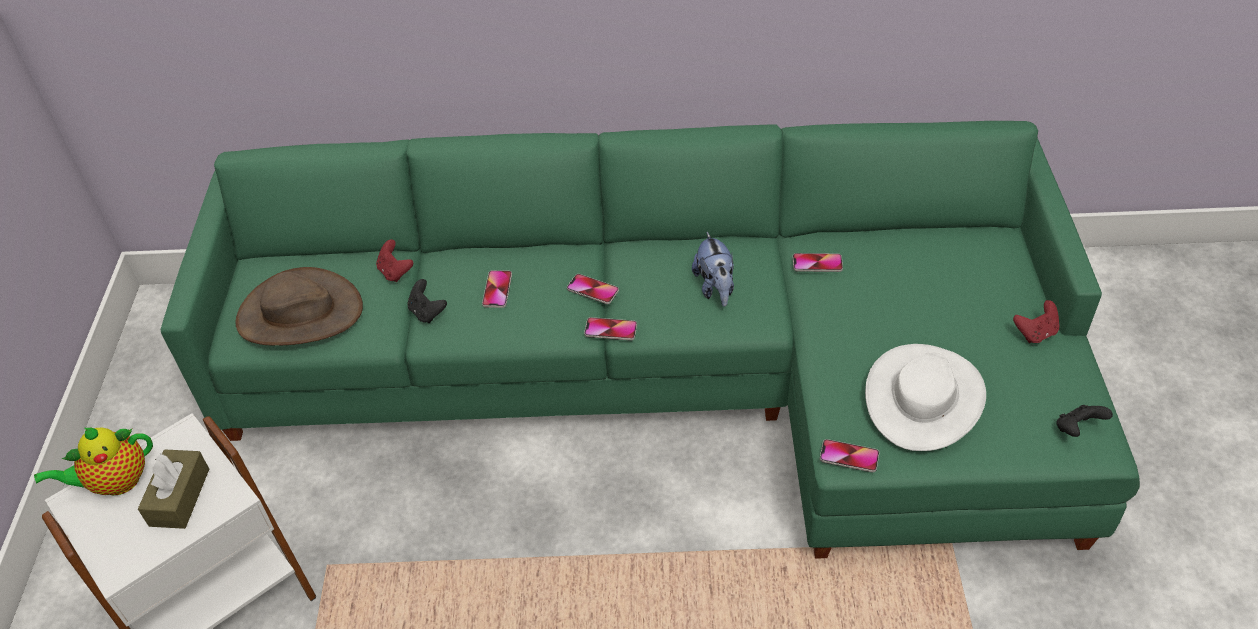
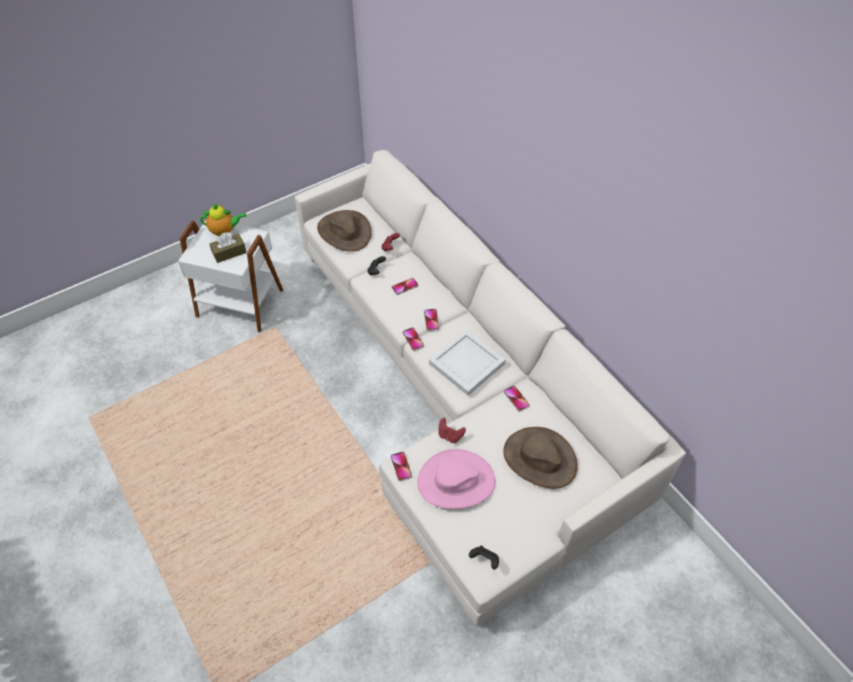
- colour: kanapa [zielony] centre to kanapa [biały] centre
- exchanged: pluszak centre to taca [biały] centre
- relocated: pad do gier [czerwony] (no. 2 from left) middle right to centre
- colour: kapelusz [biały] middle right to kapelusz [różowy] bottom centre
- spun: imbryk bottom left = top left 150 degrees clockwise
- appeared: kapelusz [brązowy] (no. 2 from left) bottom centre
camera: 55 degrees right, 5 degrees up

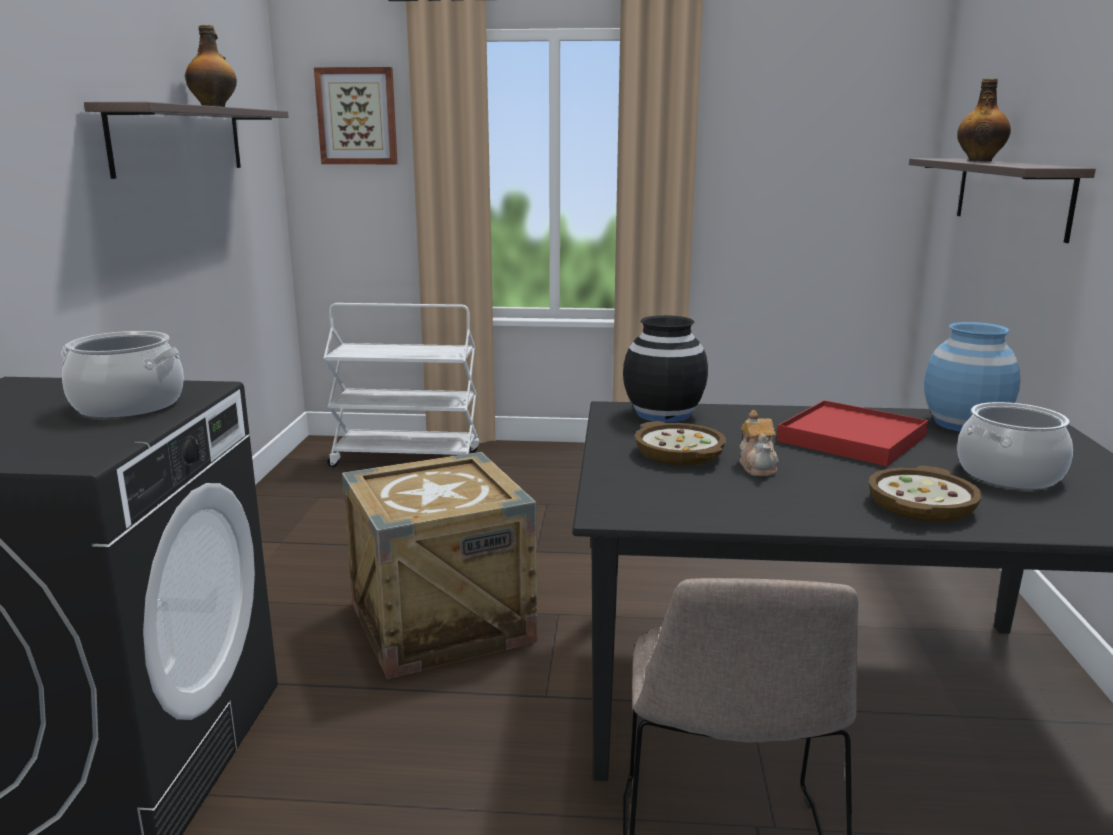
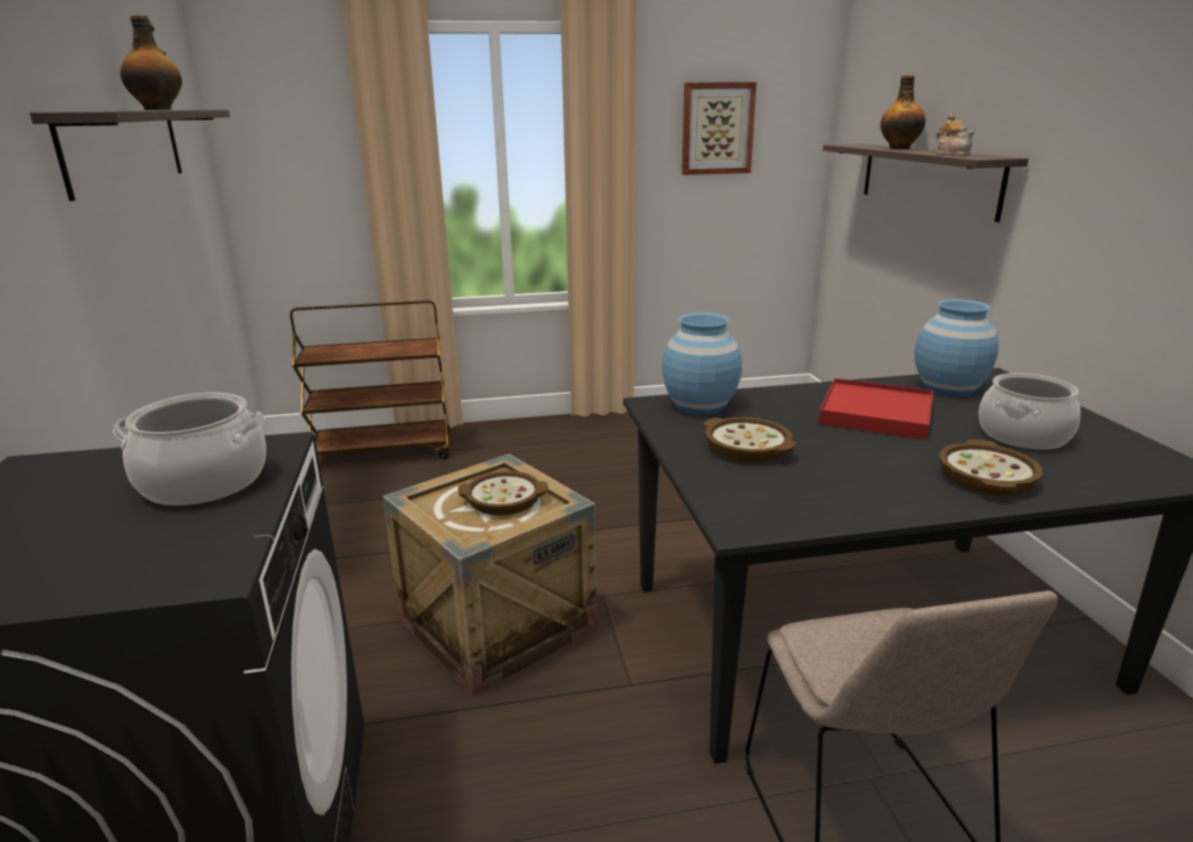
- relocated: obraz top left to top centre
- colour: wózek [biały] centre to wózek [brązowy] middle left
- colour: wazon [czarny] centre to wazon [niebieski] (no. 1 from left) centre
- relocated: imbryk middle right to top right
- appeared: miska (no. 1 from left) centre
camera: 15 degrees left, 5 degrees up

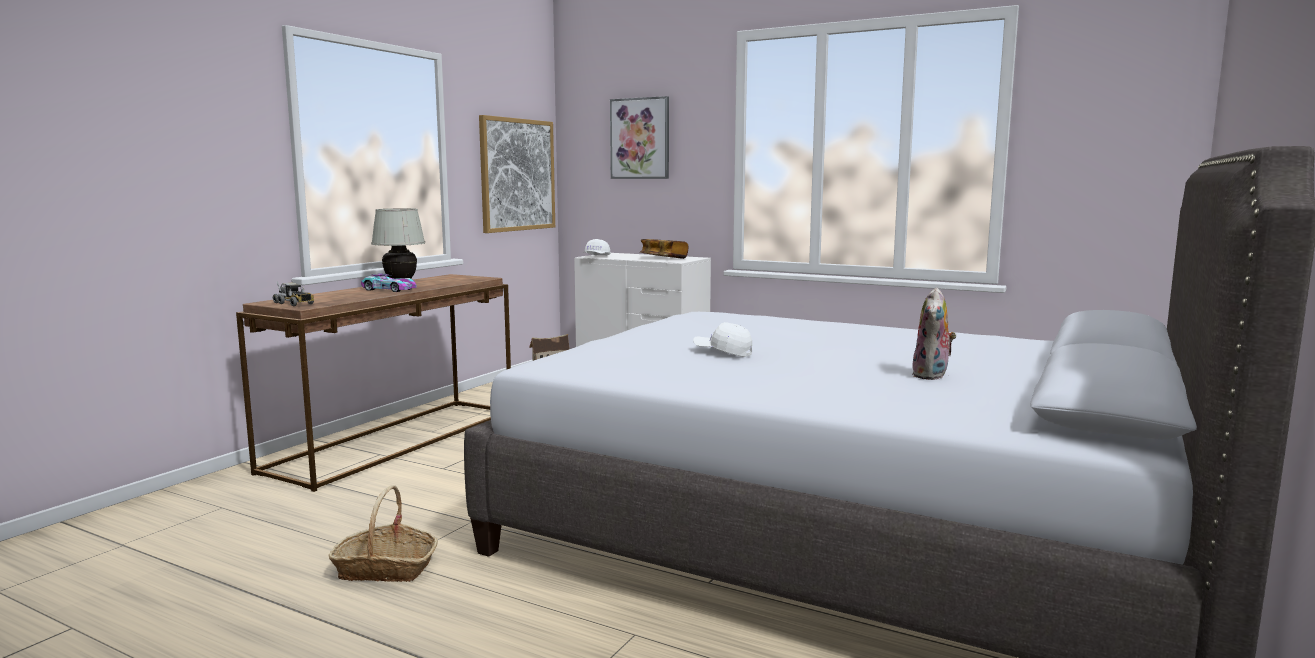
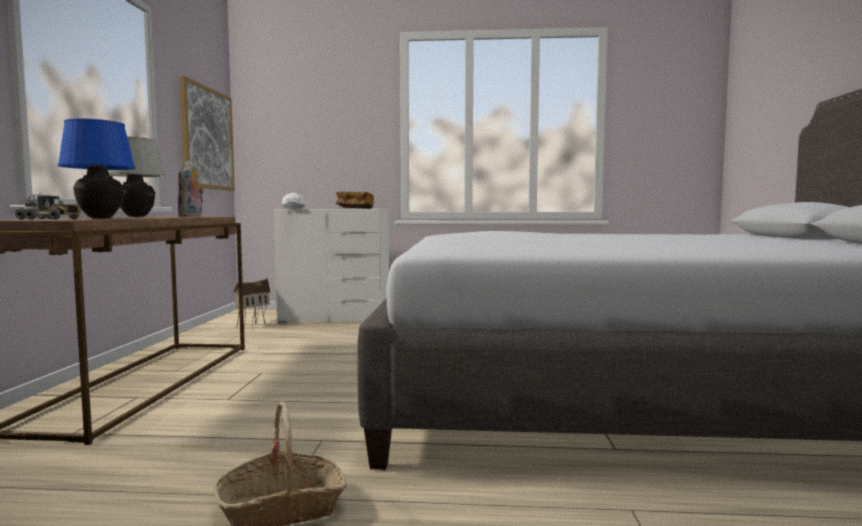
- missing: obraz (no. 2 from left) top centre
- missing: samochodzik middle left
- relocated: pluszak middle right to middle left
- missing: czapka z daszkiem [biały] (no. 2 from left) centre
- appeared: lampa stołowa [niebieski] top left
camera: 25 degrees left, 5 degrees down

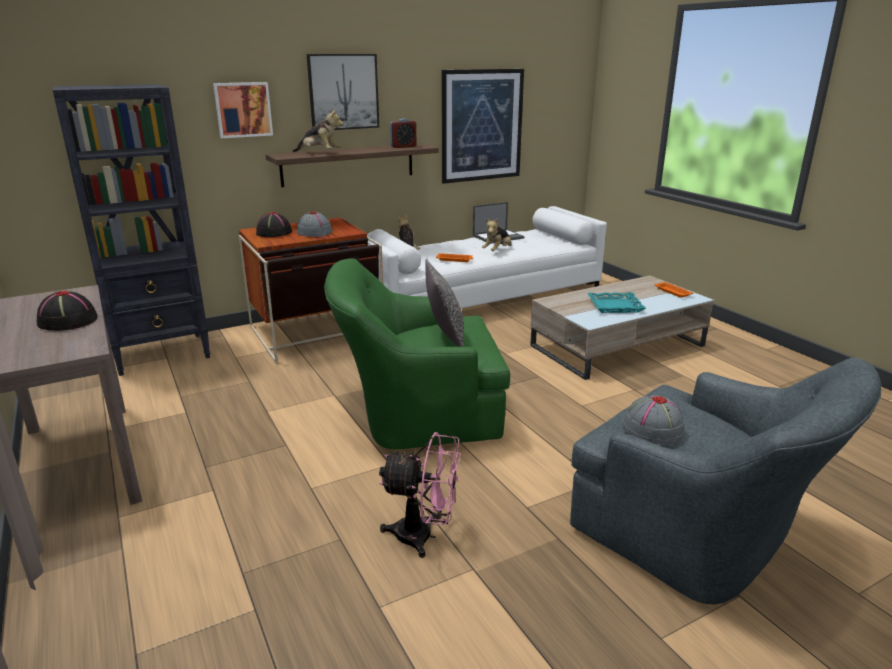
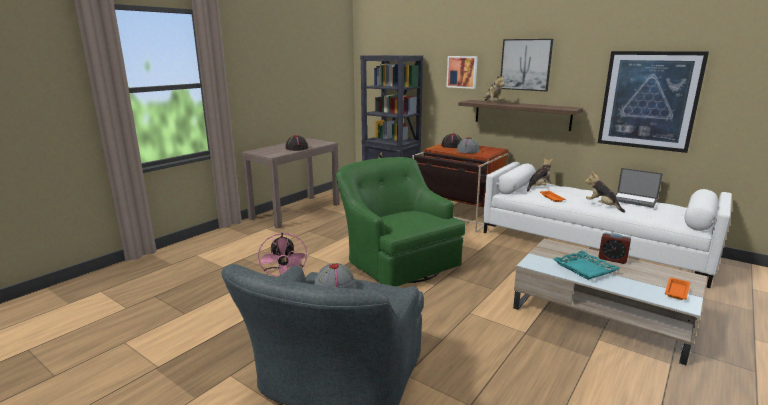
- relocated: budzik top centre to middle right
- spun: pluszak (no. 3 from left) centre = middle right 45 degrees clockwise
- missing: poduszka centre
camera: 65 degrees right, 5 degrees down

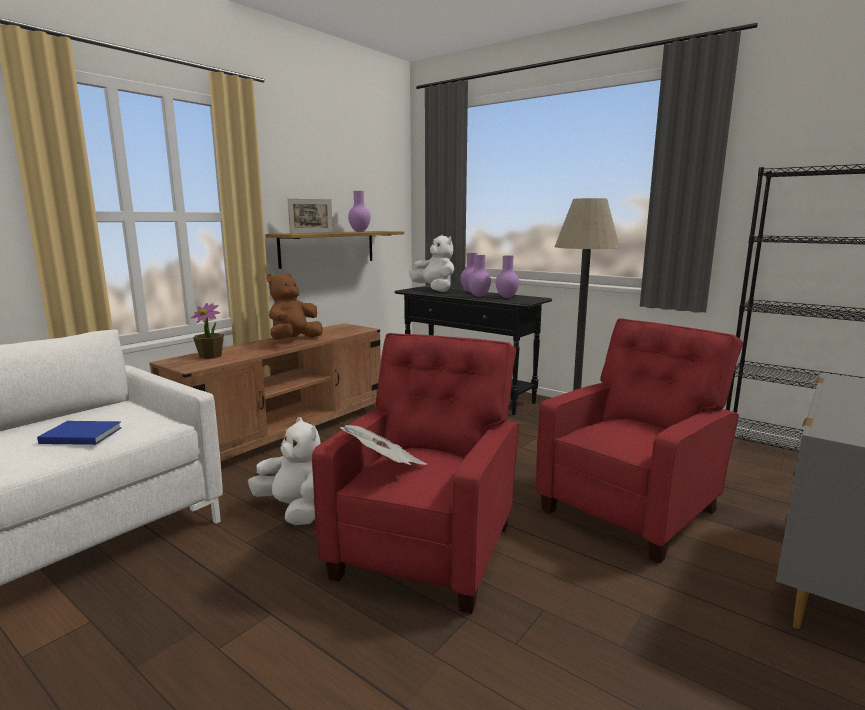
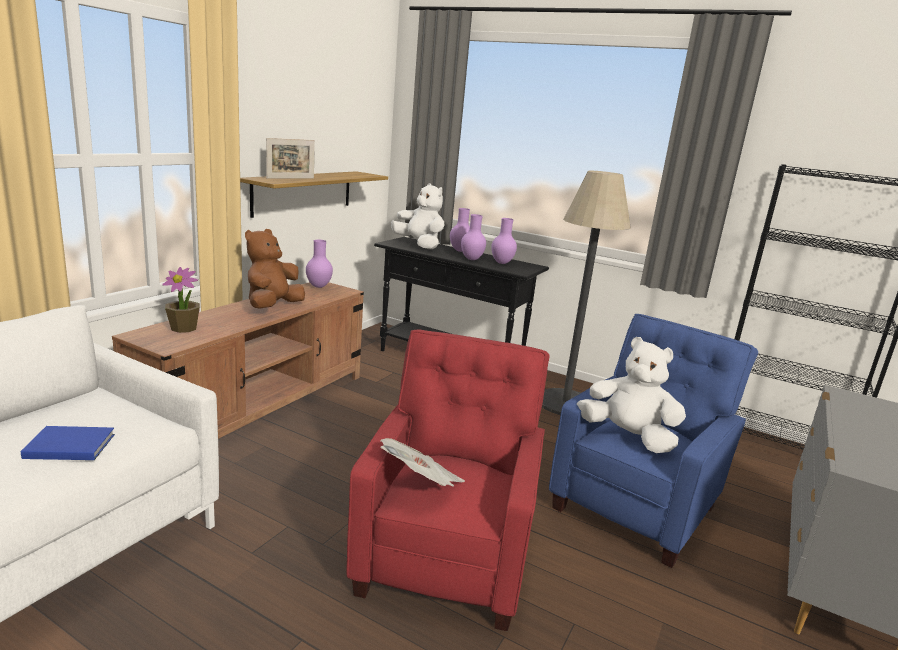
- relocated: wazon [fioletowy] (no. 1 from left) top centre to centre
- colour: fotel [czerwony] (no. 2 from left) middle right to fotel [niebieski] bottom right
- relocated: pluszak [biały] (no. 1 from left in the first image) middle left to pluszak [biały] (no. 2 from left) middle right
camera: 10 degrees left, 5 degrees up

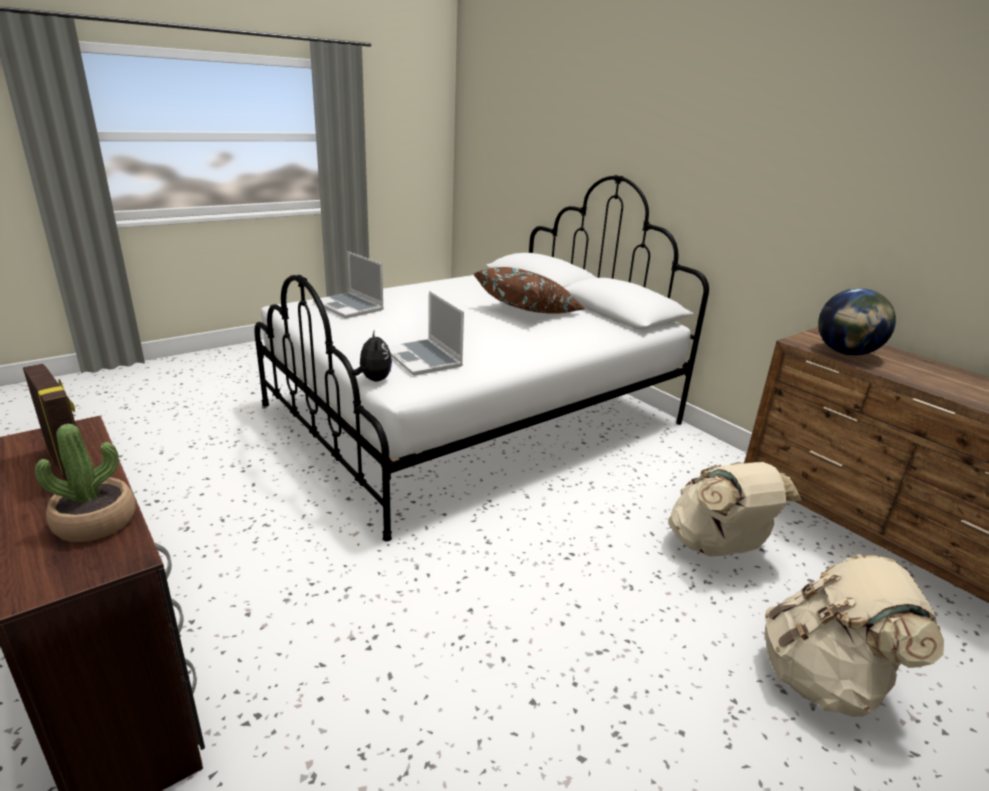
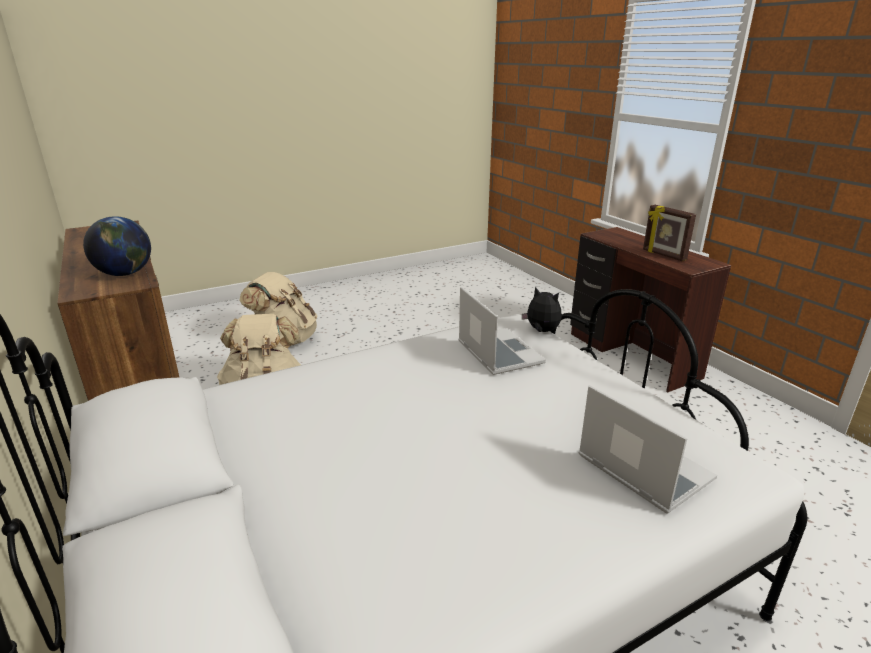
- missing: poduszka [brązowy] centre
- spun: pluszak centre = centre 135 degrees clockwise
- missing: roślina doniczkowa middle left
camera: 170 degrees left, 0 degrees up

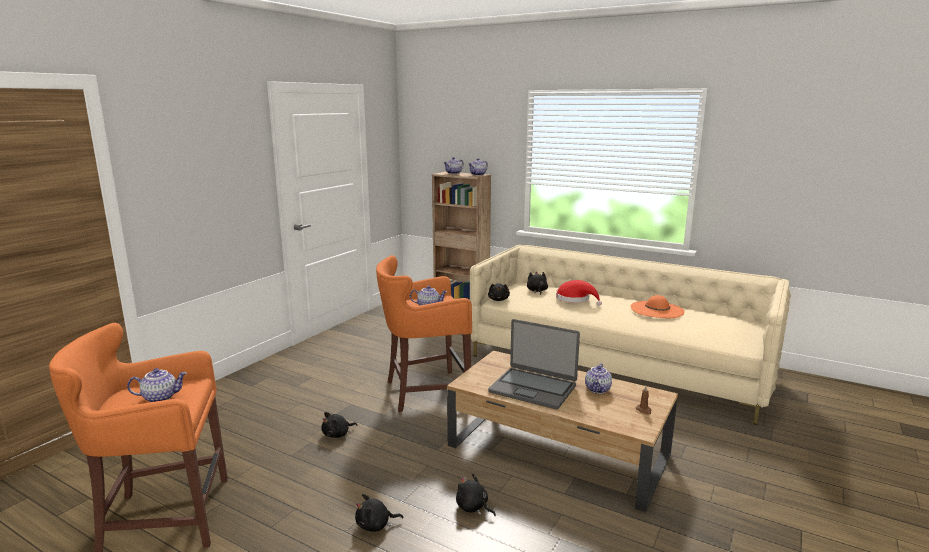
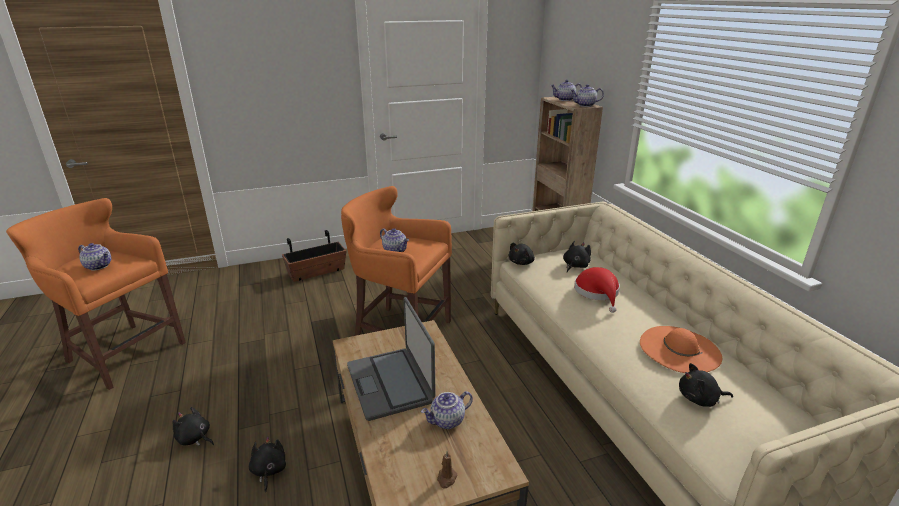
- relocated: pluszak [czarny] (no. 1 from left in the first image) bottom centre to pluszak [czarny] (no. 5 from left) bottom right
- appeared: donica centre
camera: 40 degrees right, 10 degrees up

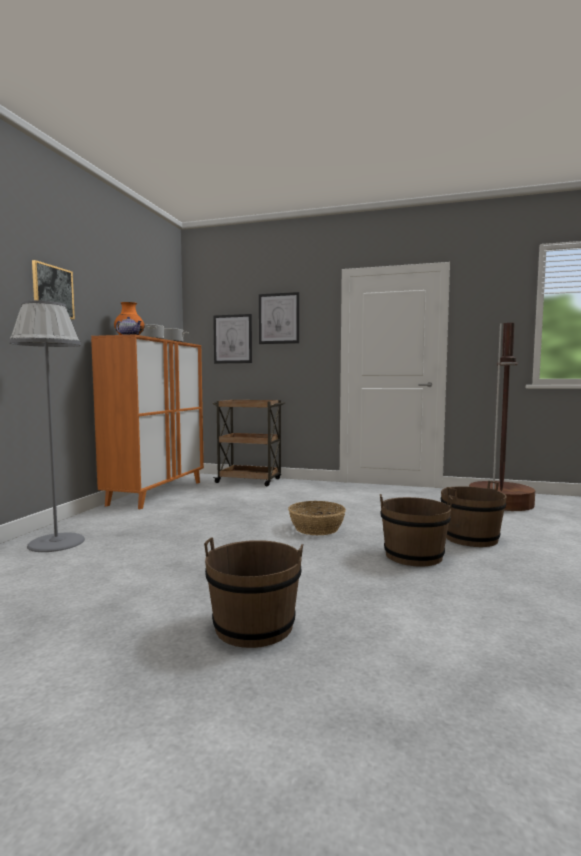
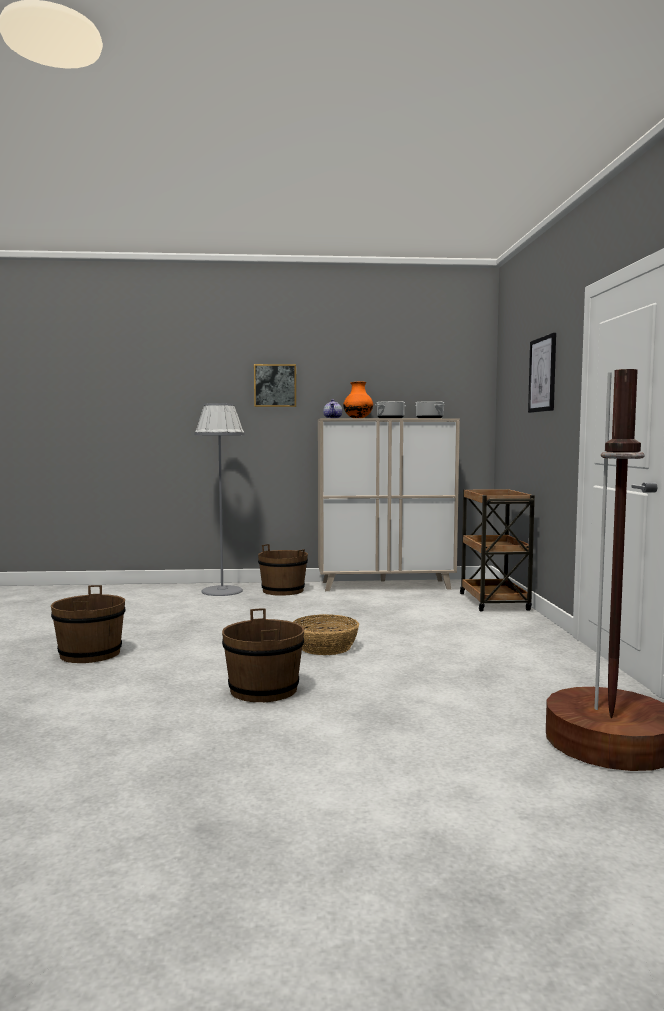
- missing: obraz (no. 2 from left) centre
- colour: szafka [pomarańczowy] middle left to szafka [beżowy] centre
- relocated: wiadro [brązowy] (no. 3 from left) middle right to centre
camera: 70 degrees right, 0 degrees up

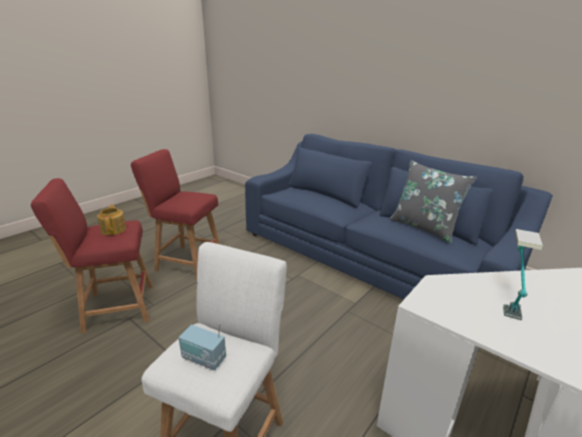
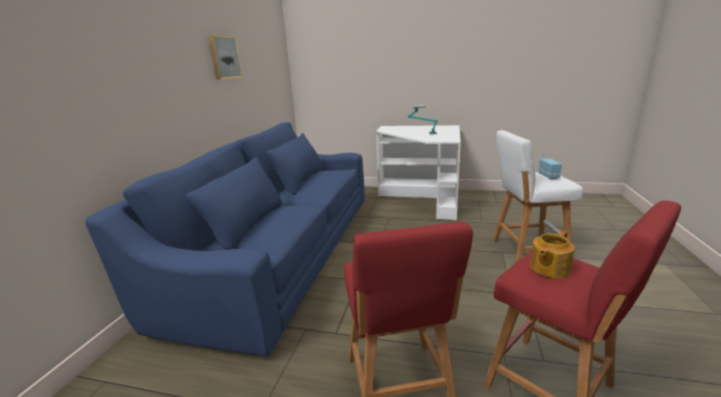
- missing: poduszka [szary] middle right
- appeared: obraz top left
camera: 115 degrees left, 5 degrees down

